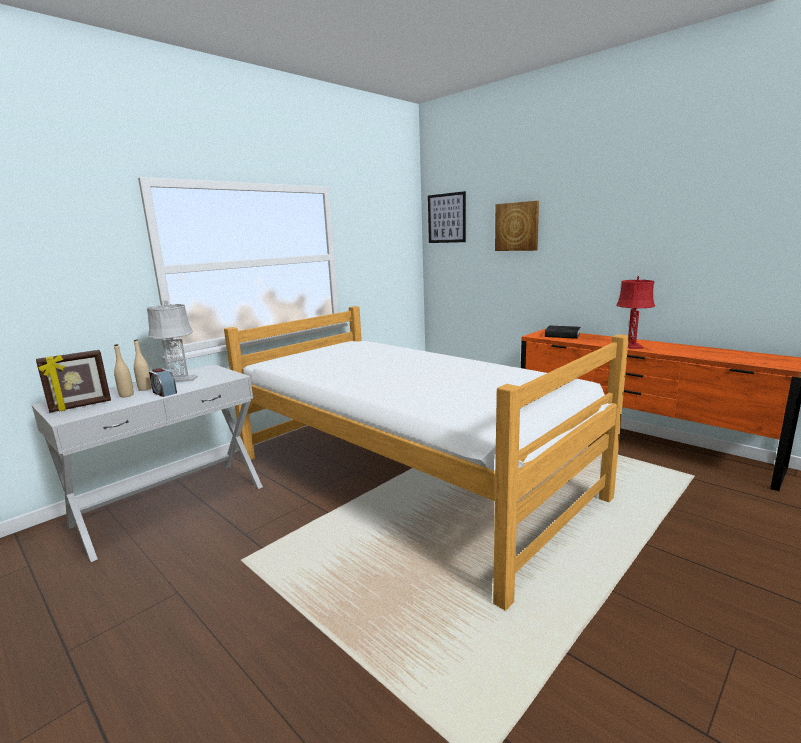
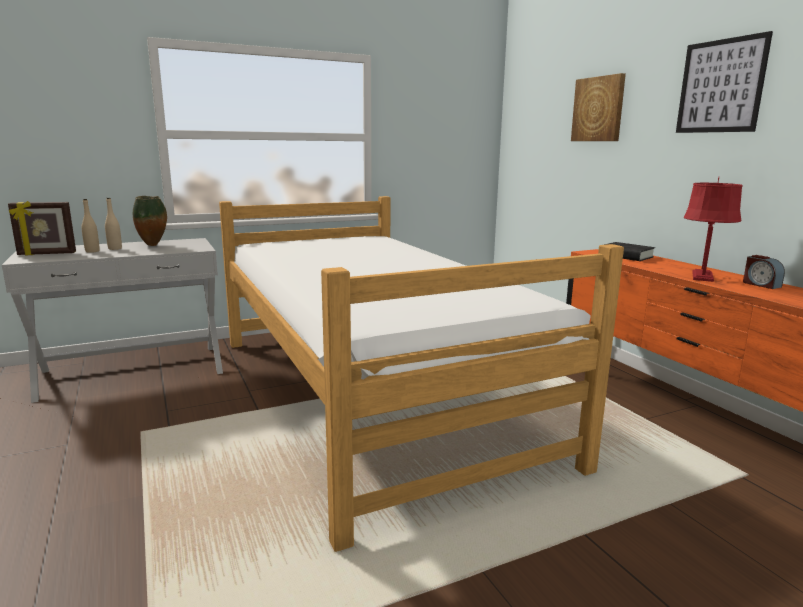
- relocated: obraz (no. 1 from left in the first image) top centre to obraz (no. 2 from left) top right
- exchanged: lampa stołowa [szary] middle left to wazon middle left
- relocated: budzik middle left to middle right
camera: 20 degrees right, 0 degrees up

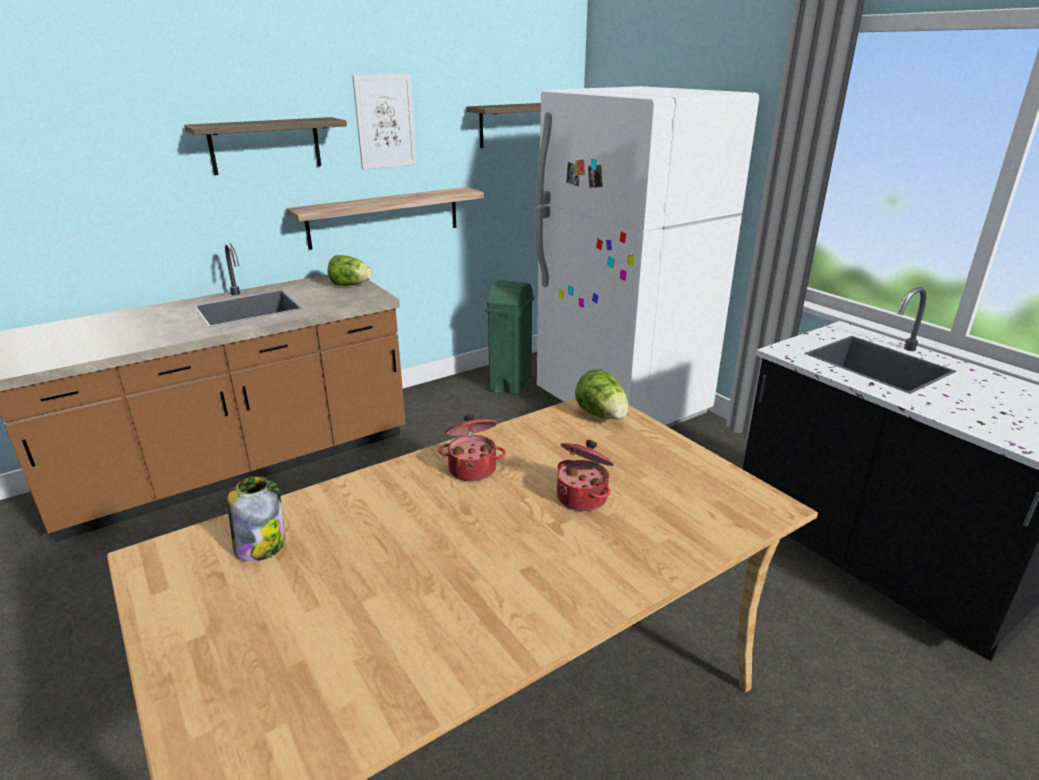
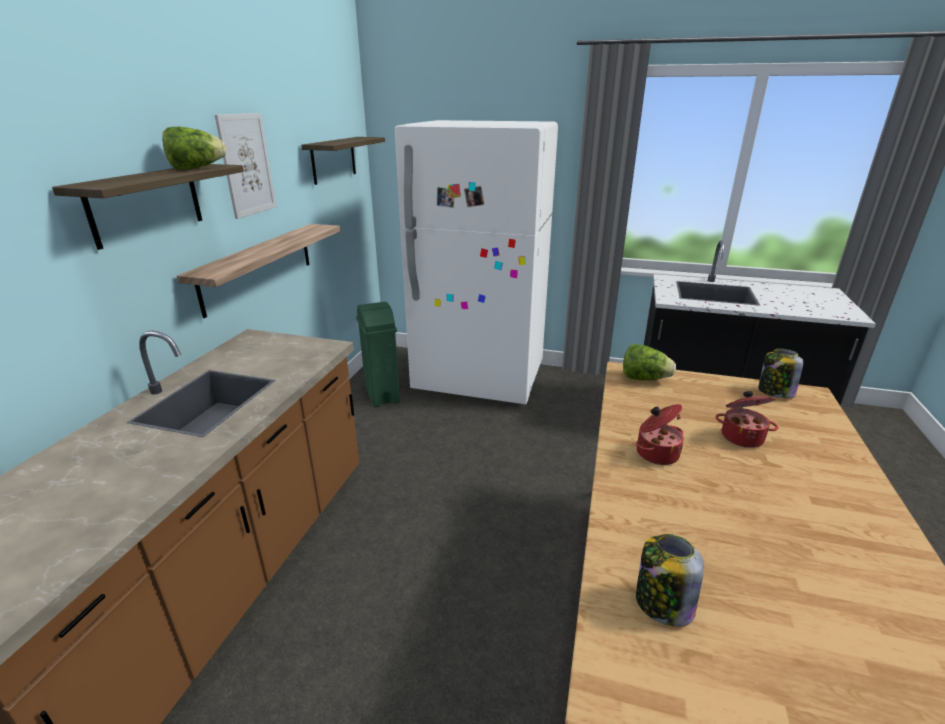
- relocated: sałata (no. 1 from left) centre to top left
- appeared: słoik (no. 2 from left) middle right
camera: 40 degrees left, 0 degrees up

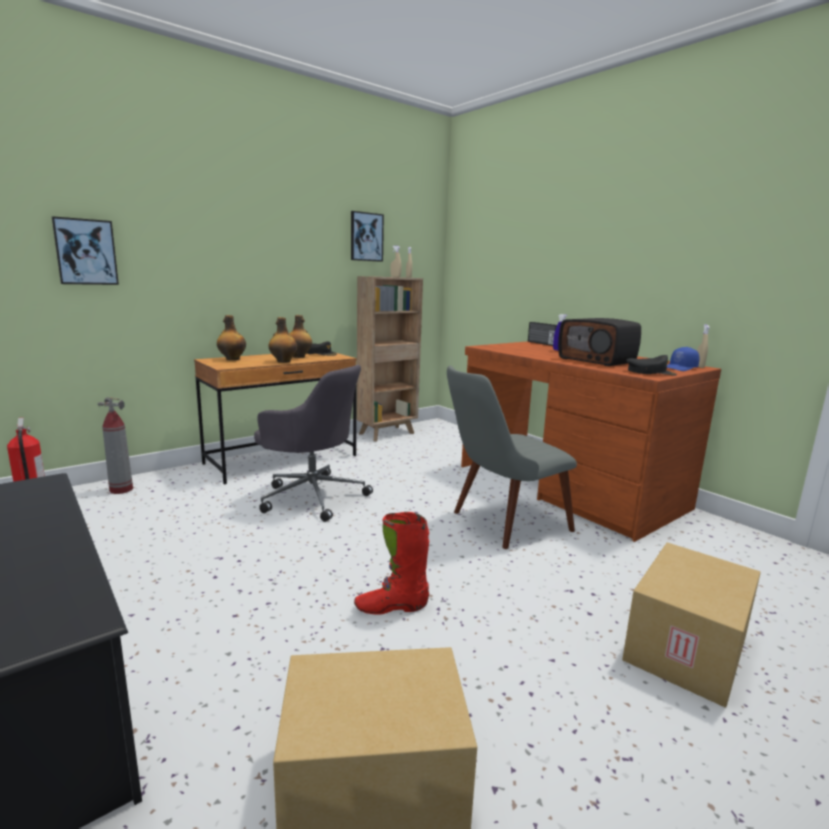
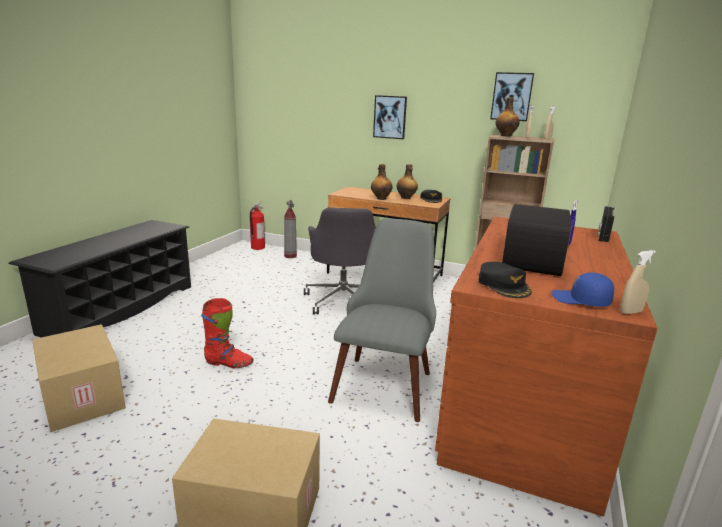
- relocated: obraz (no. 1 from left) top left to top centre
- relocated: butelka (no. 1 from left in the first image) middle left to butelka (no. 3 from left) top right
- spun: krzesło [szary] centre = centre 75 degrees clockwise
- spun: but z cholewką [czerwony] bottom centre = middle left 135 degrees clockwise
camera: 60 degrees right, 5 degrees up

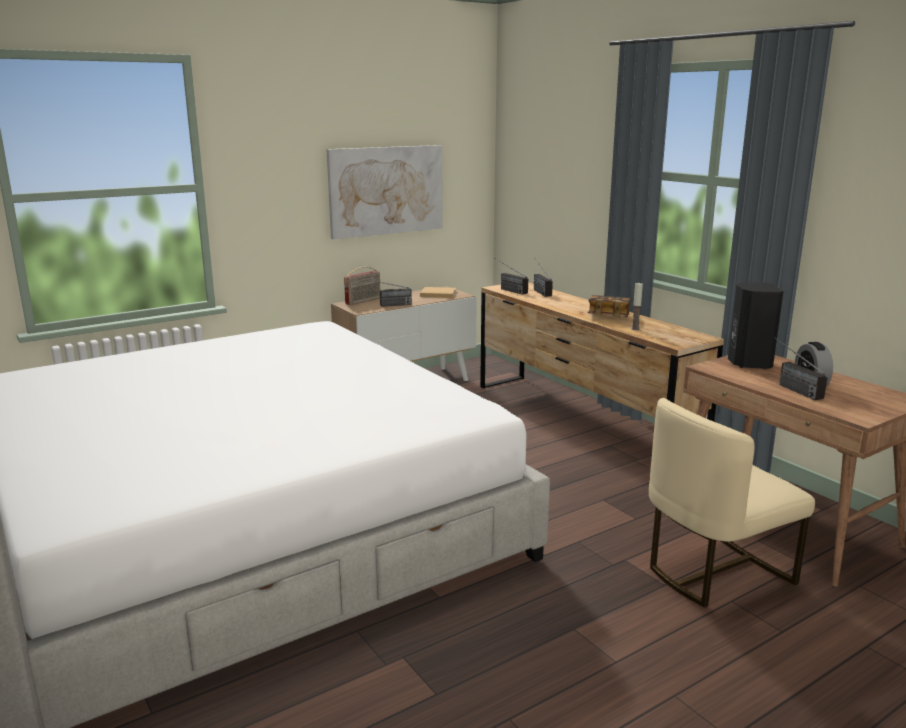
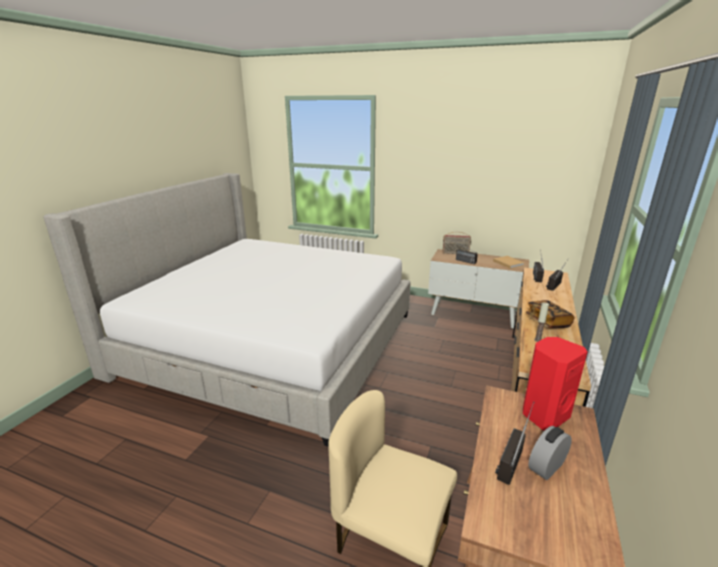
- missing: obraz top centre
- colour: głośnik [czarny] middle right to głośnik [czerwony] bottom right
camera: 55 degrees right, 5 degrees up

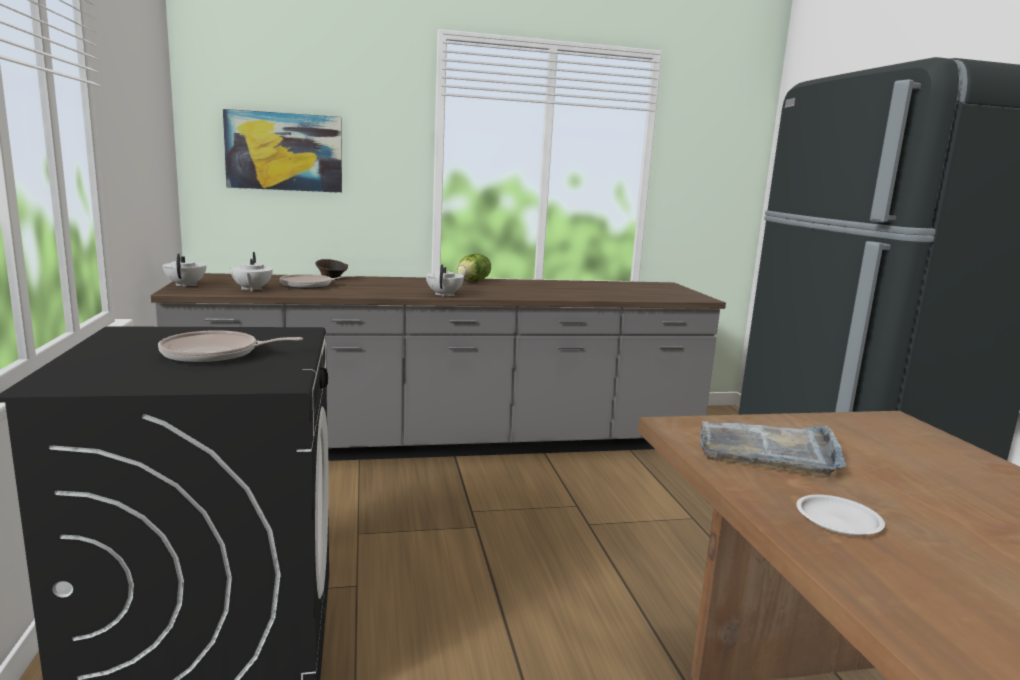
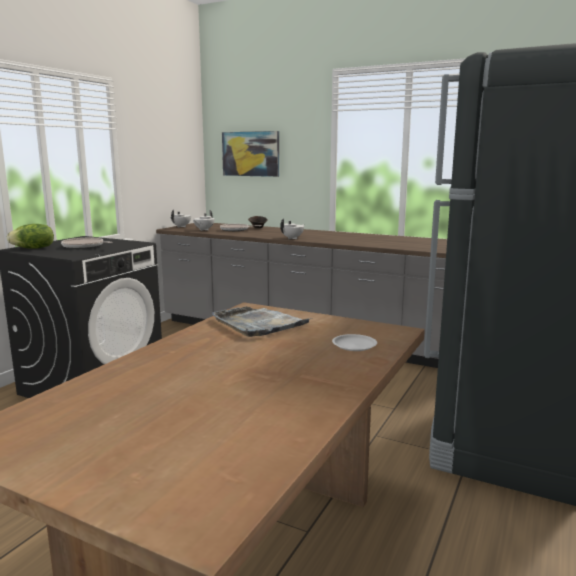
- relocated: sałata centre to middle left
- relocated: talerz [biały] bottom right to centre
camera: 40 degrees right, 0 degrees up

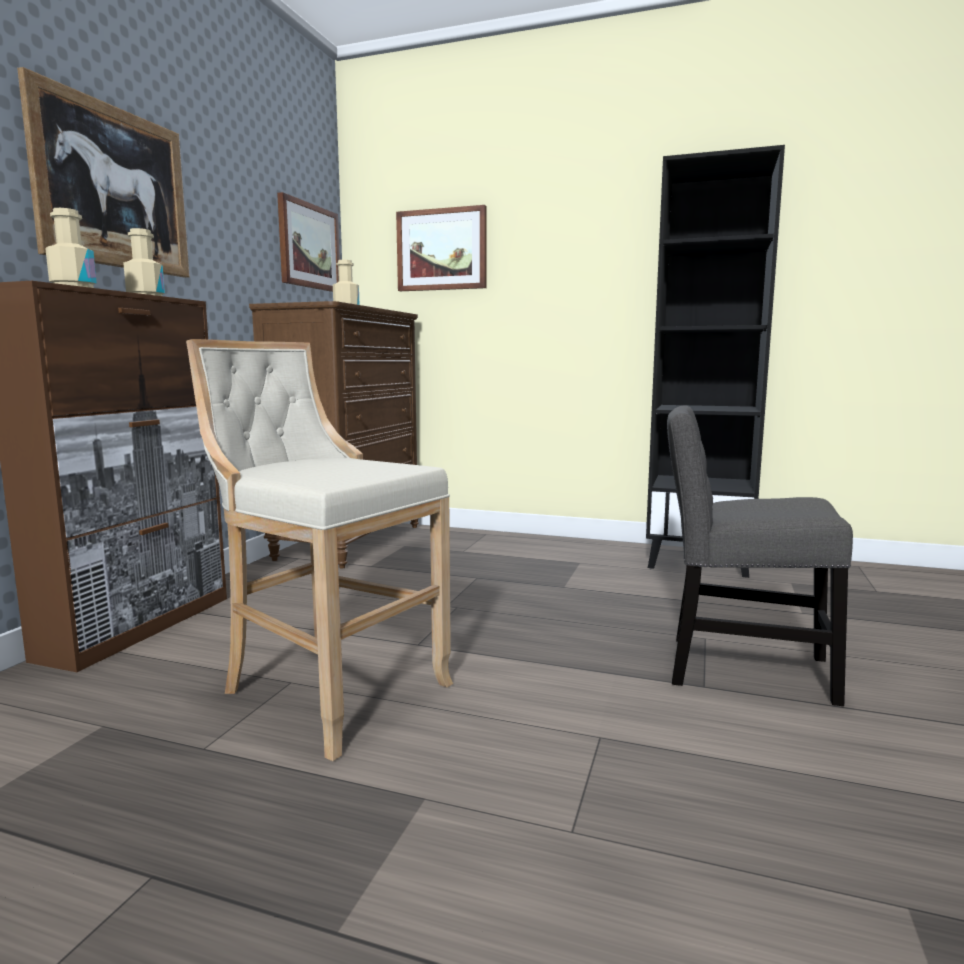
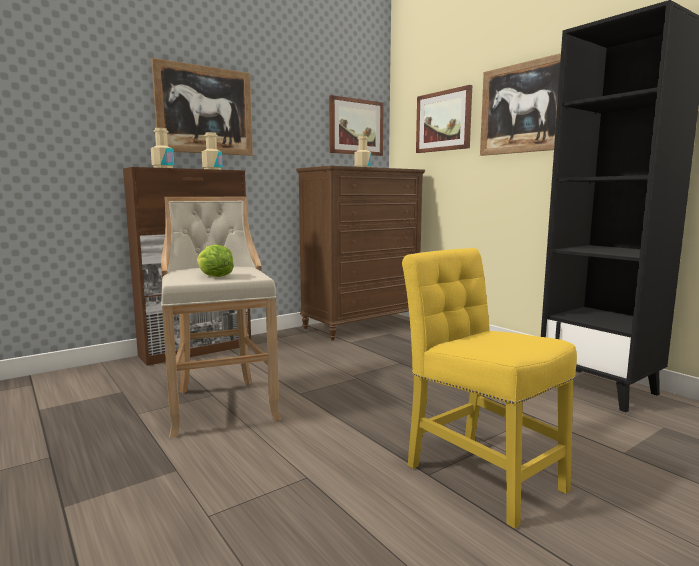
- colour: krzesło [szary] middle right to krzesło [żółty] bottom right
- appeared: obraz (no. 4 from left) top right
- appeared: sałata middle left
camera: 35 degrees right, 0 degrees up

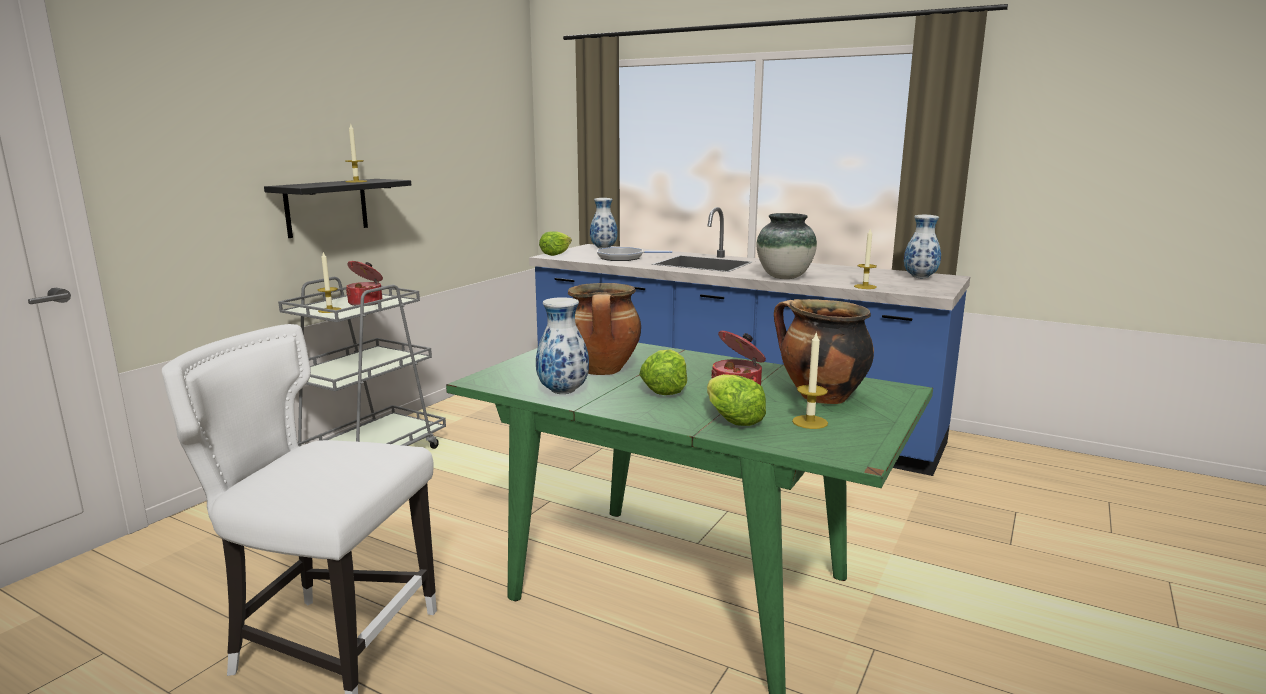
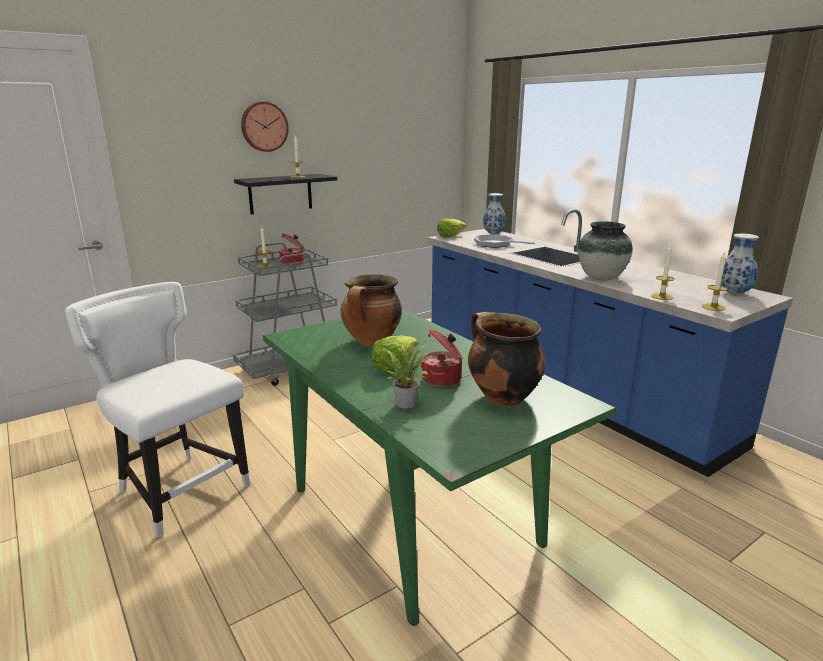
- missing: wazon (no. 1 from left) centre
- relocated: świeca (no. 3 from left in the first image) centre to świeca (no. 4 from left) middle right
- exchanged: sałata (no. 3 from left) centre to roślina doniczkowa centre
- appeared: zegar ścienny top left
camera: 25 degrees right, 5 degrees up

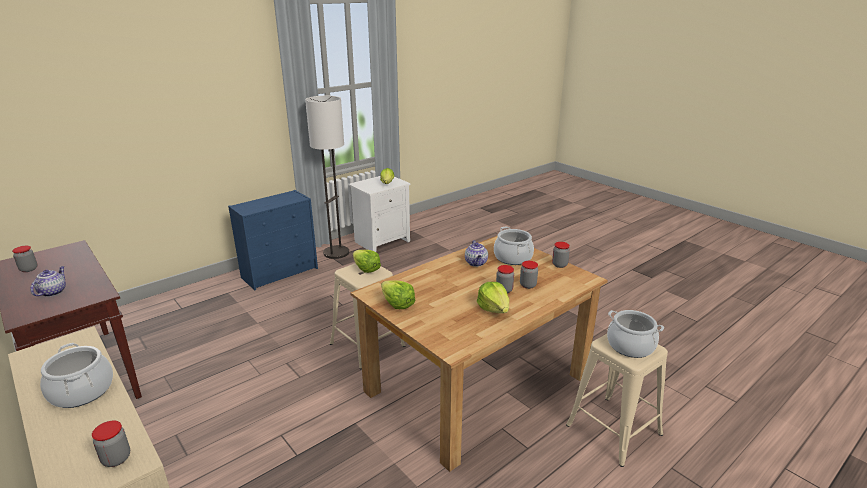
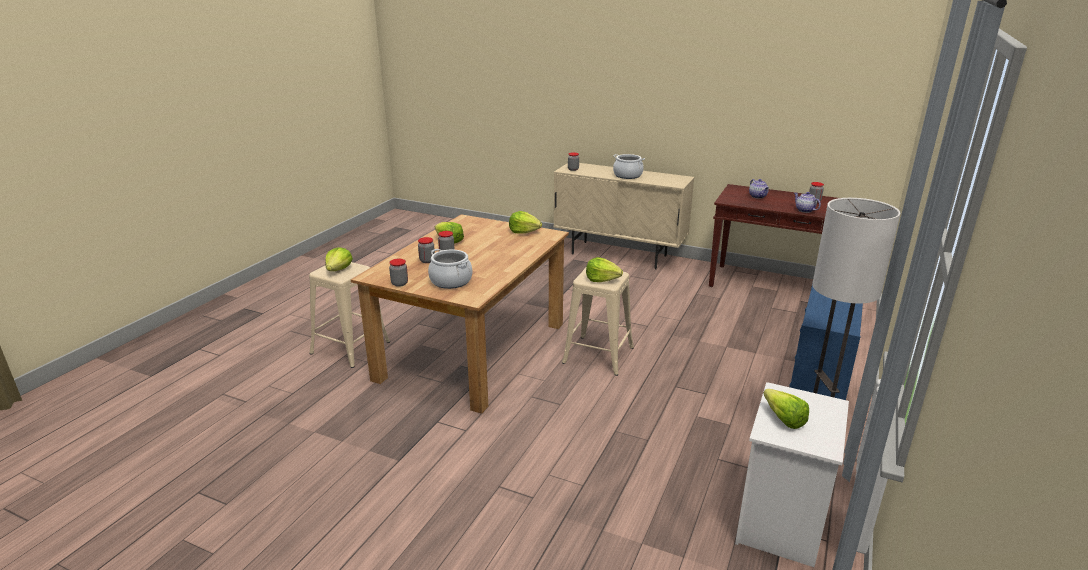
- relocated: imbryk (no. 2 from left) centre to middle right
- exchanged: garnek (no. 3 from left) bottom right to sałata (no. 1 from left) middle left
camera: 155 degrees right, 0 degrees up

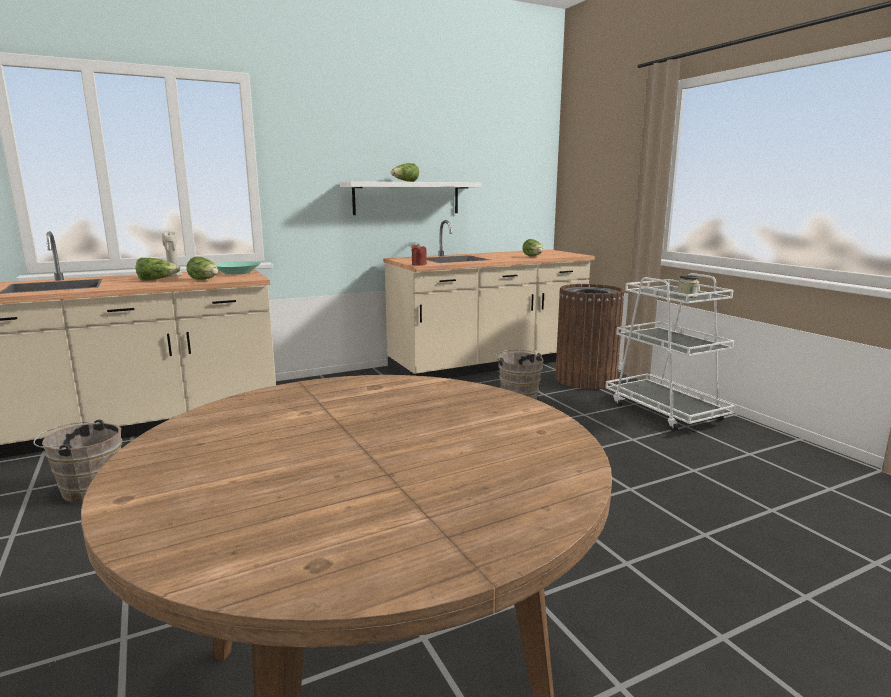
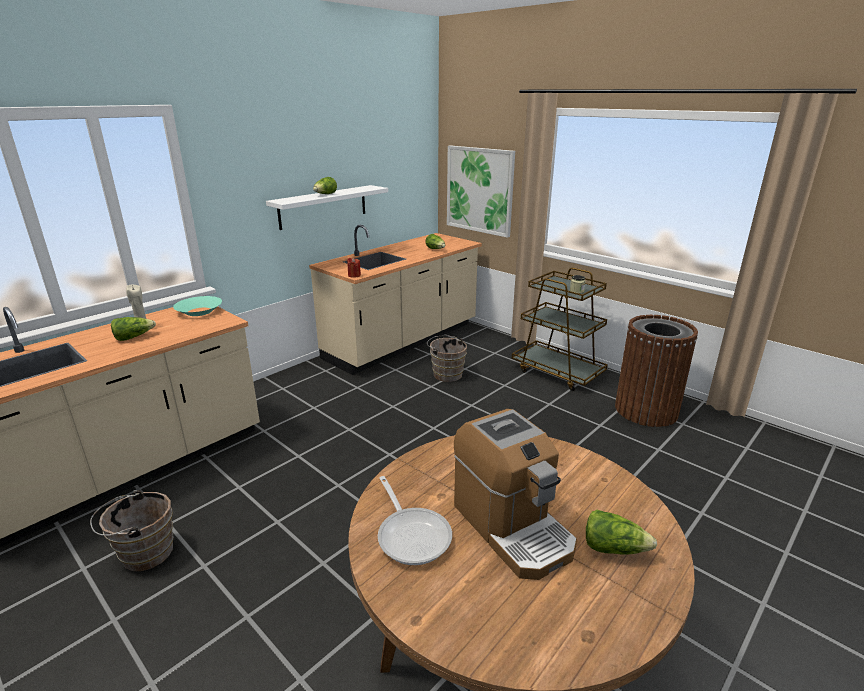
- relocated: sałata (no. 2 from left in the first image) middle left to sałata (no. 4 from left) bottom right
- colour: wózek [biały] middle right to wózek [brązowy] centre
- relocated: kosz na śmieci [brązowy] centre to middle right
- appeared: obraz top centre
- appeared: ekspres do kawy bottom centre
- appeared: patelnia bottom centre
camera: 20 degrees left, 10 degrees up

